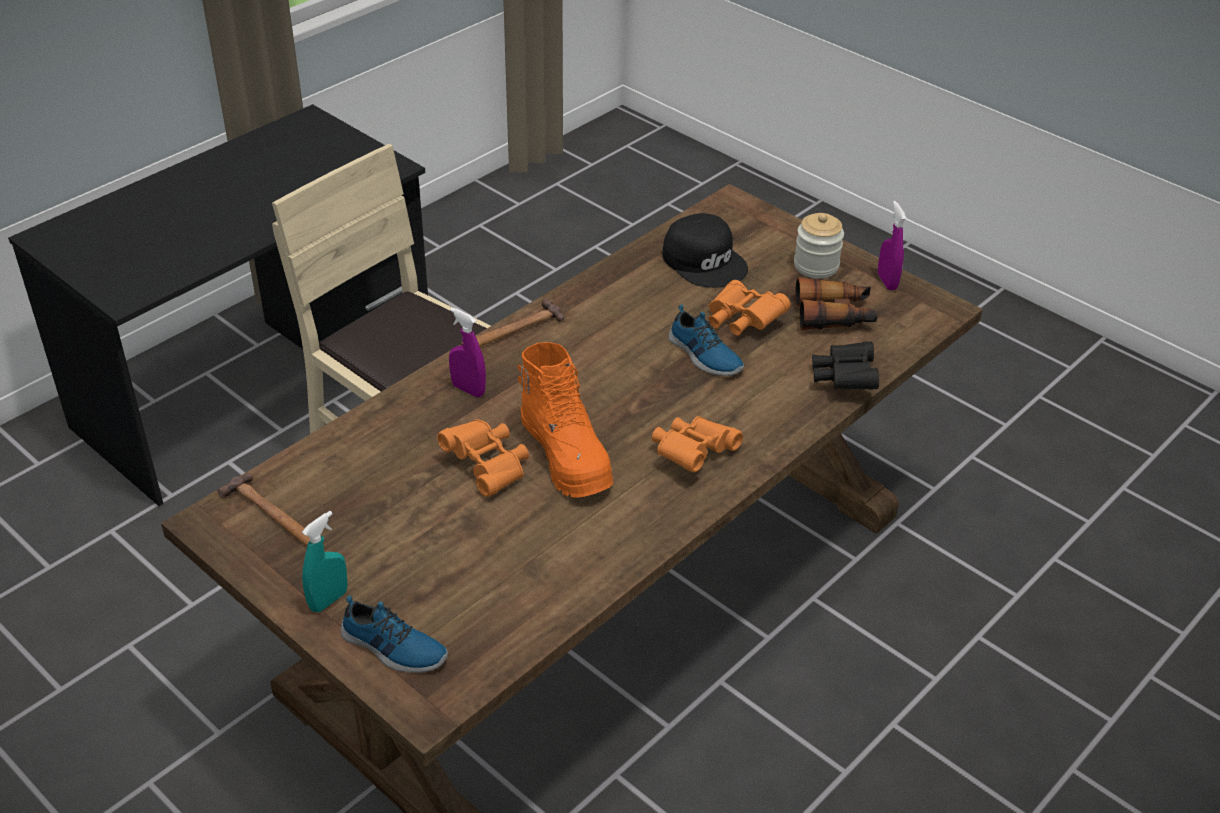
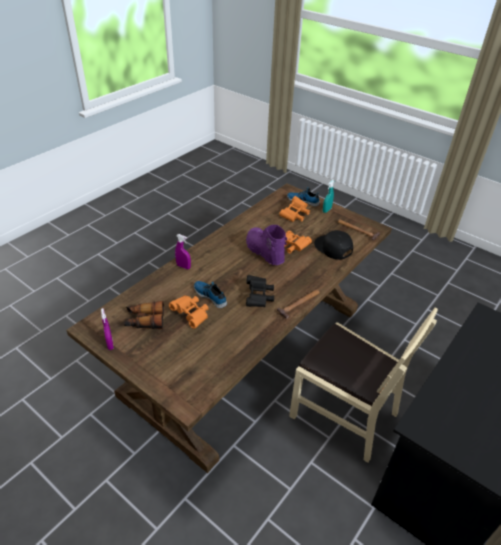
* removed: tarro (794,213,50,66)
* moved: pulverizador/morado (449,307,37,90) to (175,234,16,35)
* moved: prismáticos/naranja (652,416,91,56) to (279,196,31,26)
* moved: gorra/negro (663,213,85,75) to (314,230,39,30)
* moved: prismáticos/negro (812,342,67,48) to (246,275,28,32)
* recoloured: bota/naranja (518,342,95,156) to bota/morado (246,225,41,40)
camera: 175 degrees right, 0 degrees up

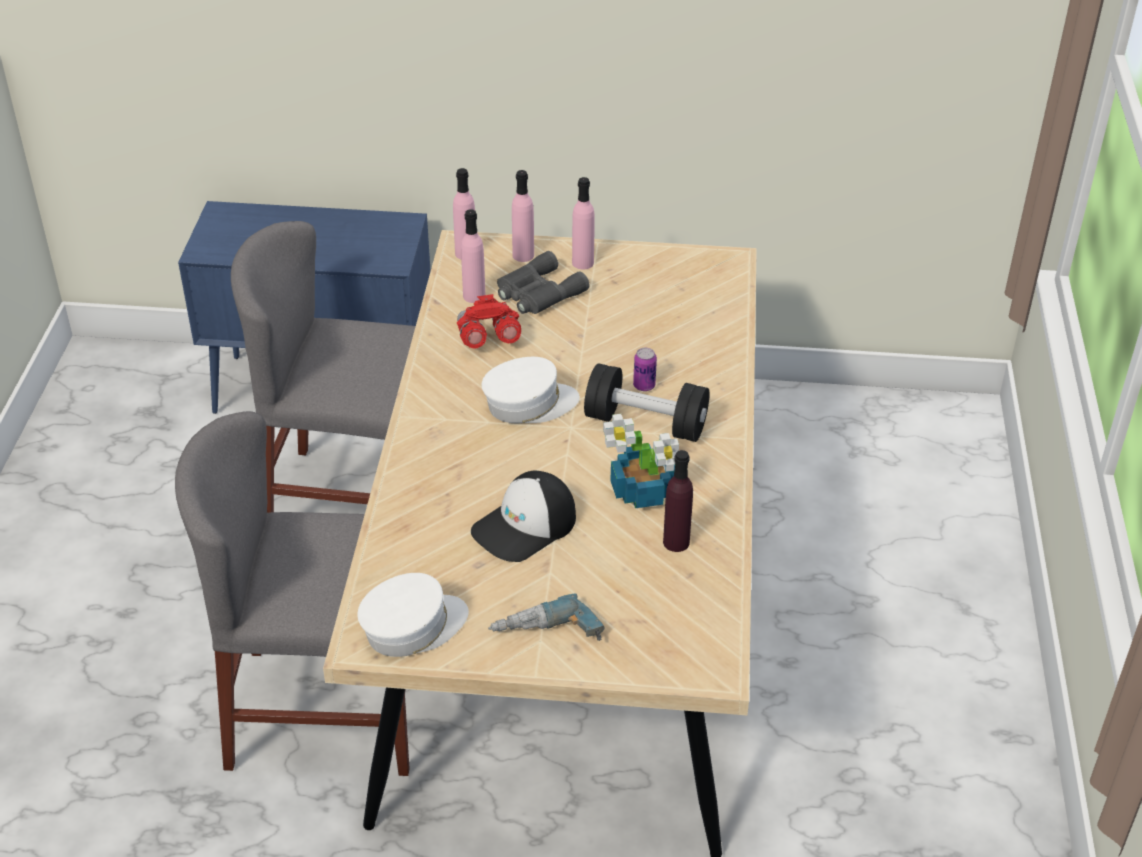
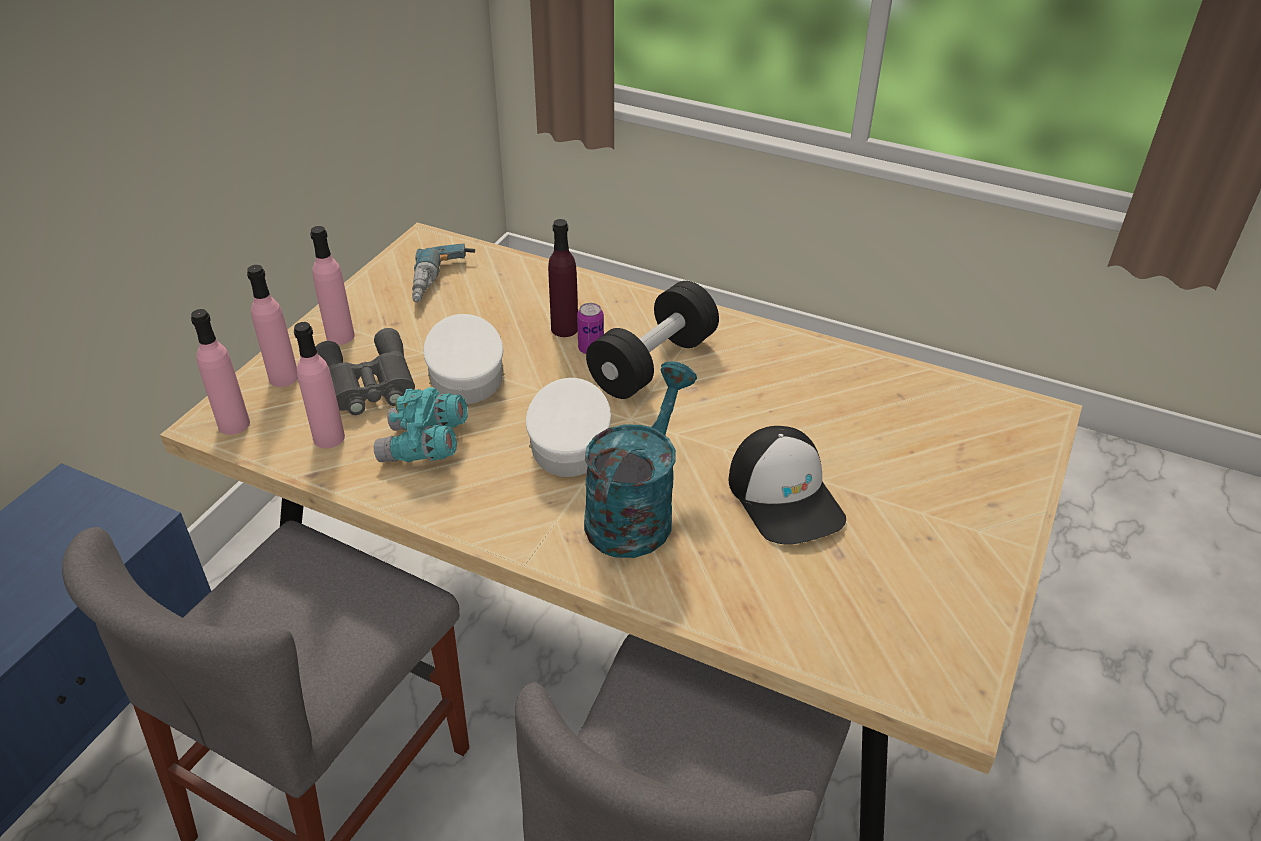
* removed: planta en maceta (603,414,76,94)
* added: regadera/turquesa (584,362,113,196)
* moved: gorra/blanco (357,573,112,84) to (423,314,81,90)
* moved: taladro (488,594,117,47) to (412,243,63,60)
* moved: botella/morado (663,450,30,102) to (548,219,30,118)
* recoloured: prismáticos/rojo (457,294,64,55) to prismáticos/turquesa (374,387,94,75)
camera: 70 degrees left, 0 degrees up

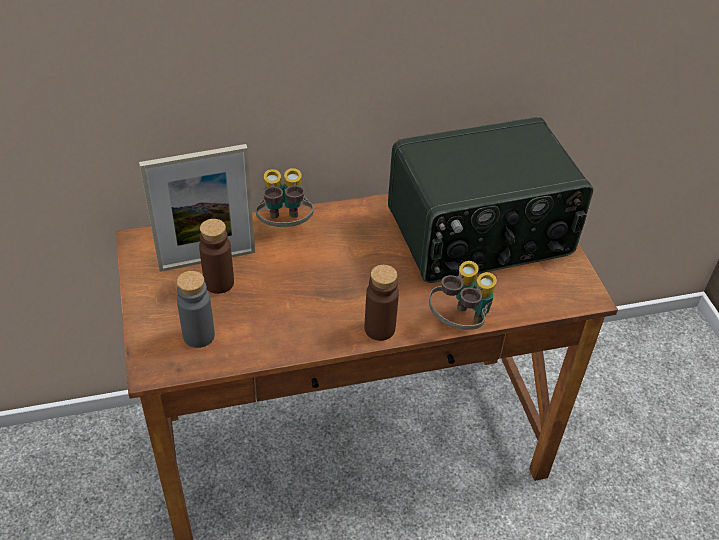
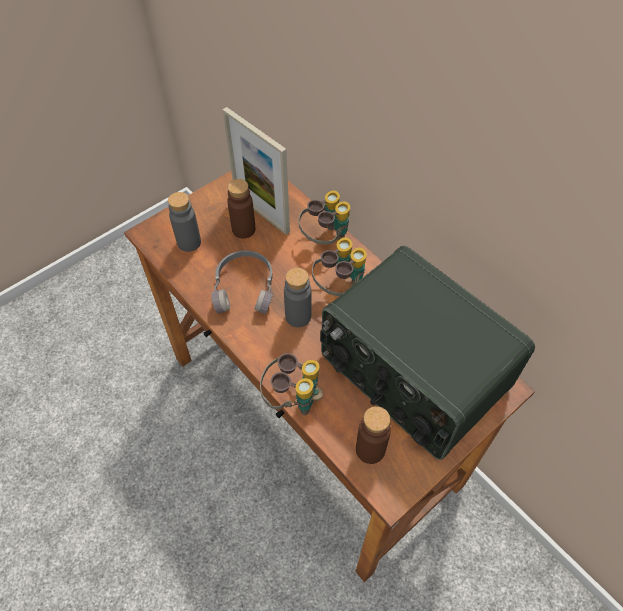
* added: auriculares/gris (211,250,62,64)
* added: botella/gris (284,268,28,59)
* added: prismáticos (312,237,55,59)
* moved: botella/marrón (364,265,35,76) to (356,406,35,58)
camera: 65 degrees right, 10 degrees up

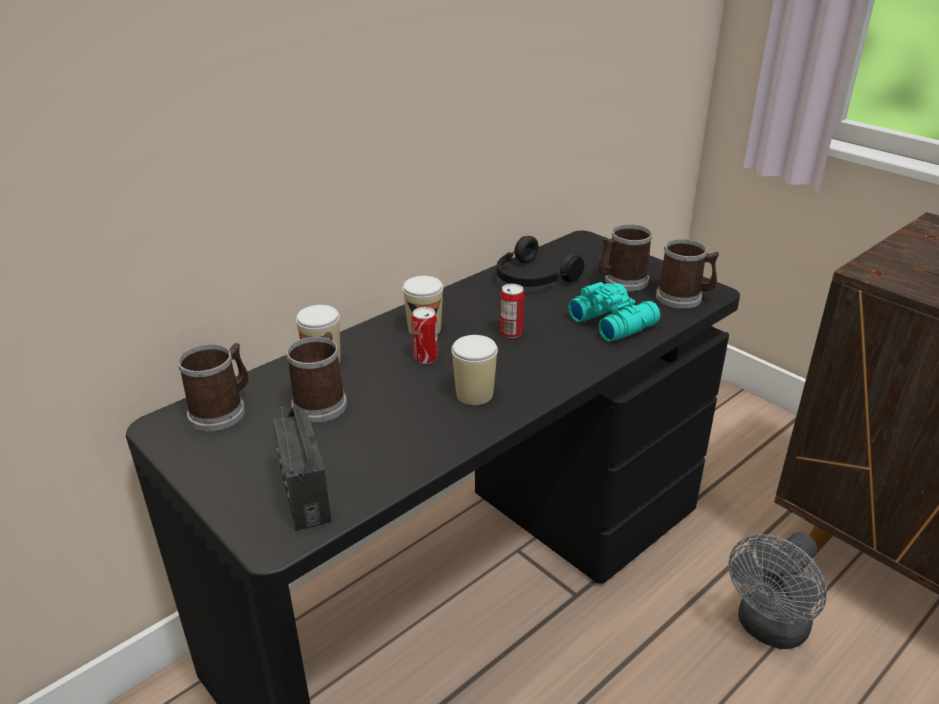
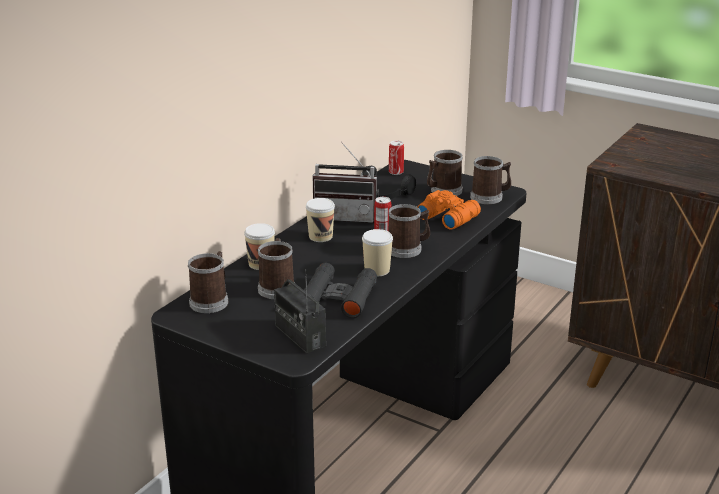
* removed: ventilador/gris (728,532,99,117)
* added: prismáticos/negro (303,263,74,55)
* added: radio (313,141,66,82)
* added: taza grande (388,204,42,54)
* moved: lata (411,307,27,57) to (389,141,15,34)
* recoloured: prismáticos/turquesa (568,282,92,60) to prismáticos/naranja (417,190,64,39)
camera: 15 degrees left, 5 degrees down

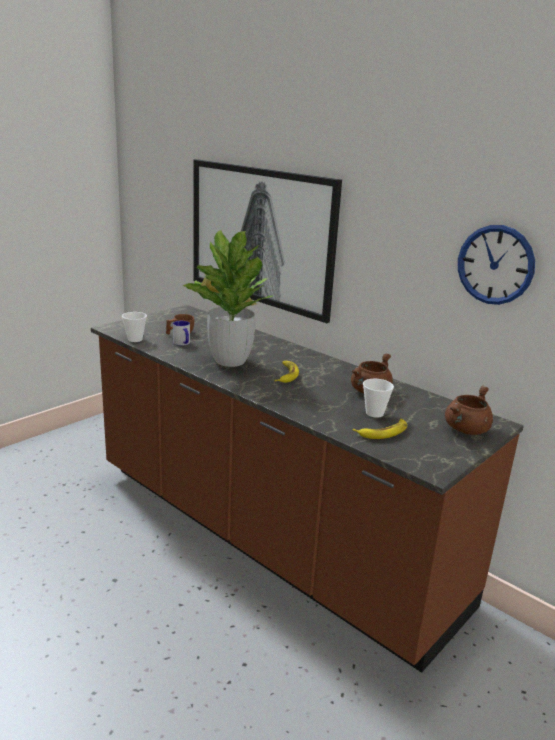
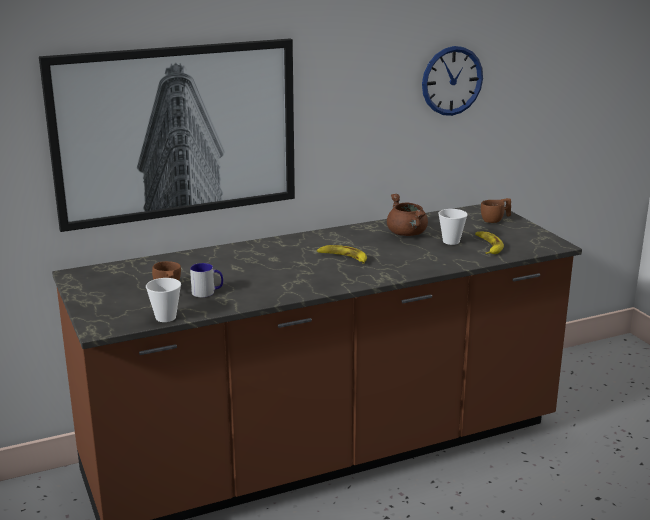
* removed: planta en maceta (183,230,90,137)
* replaced: olla/marrón (445,385,48,50) to taza/marrón (481,198,30,25)
camera: 65 degrees left, 0 degrees up

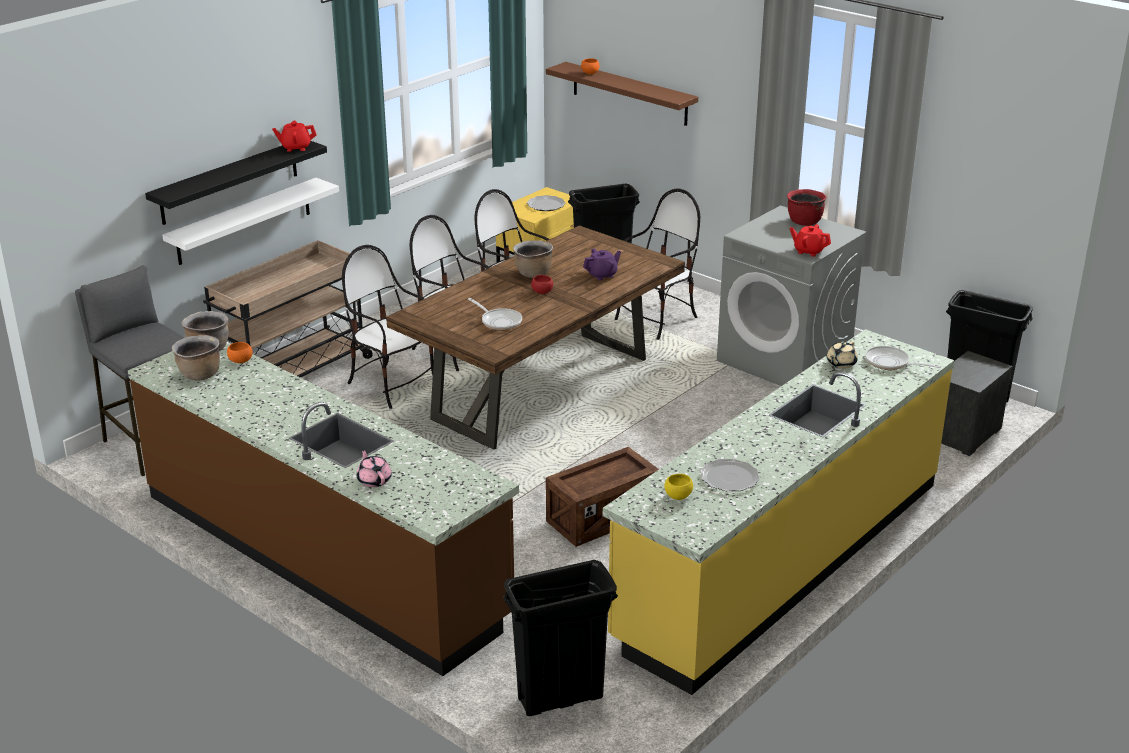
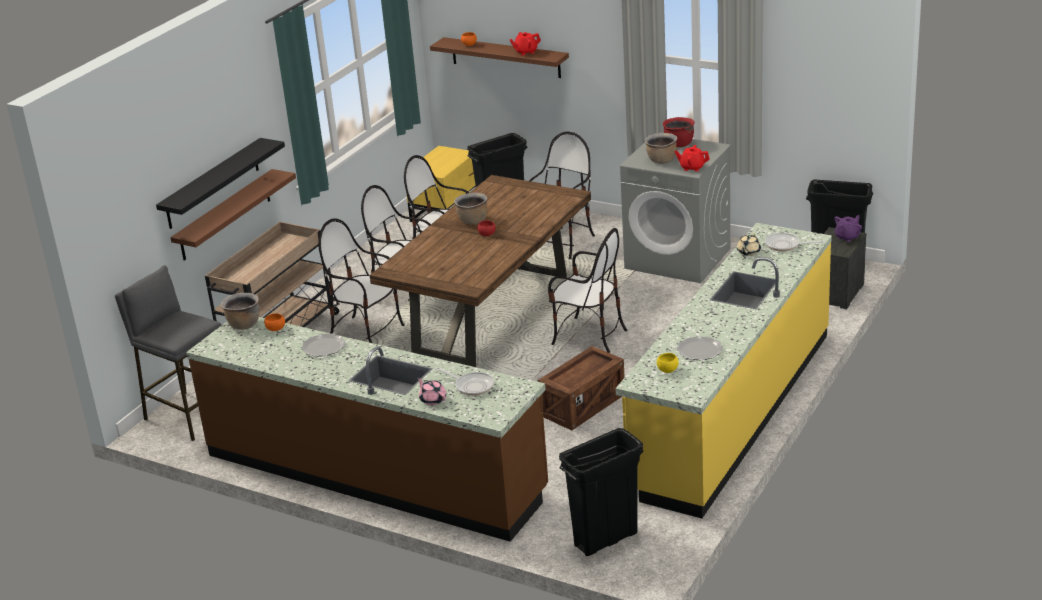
* added: silla (548,228,80,125)
* moved: olla/marrón (172,335,48,45) to (645,133,32,31)
* moved: tetera/rojo (272,121,44,31) to (510,32,31,24)
* moved: sartén (468,298,54,32) to (434,367,60,29)
* moved: plato (527,195,39,16) to (301,333,44,24)
* moved: tetera/morado (583,248,38,32) to (834,215,28,27)
* recoloured: estante/blanco (162,178,177,87) to estante/marrón (170,169,126,92)
camera: 10 degrees left, 0 degrees up

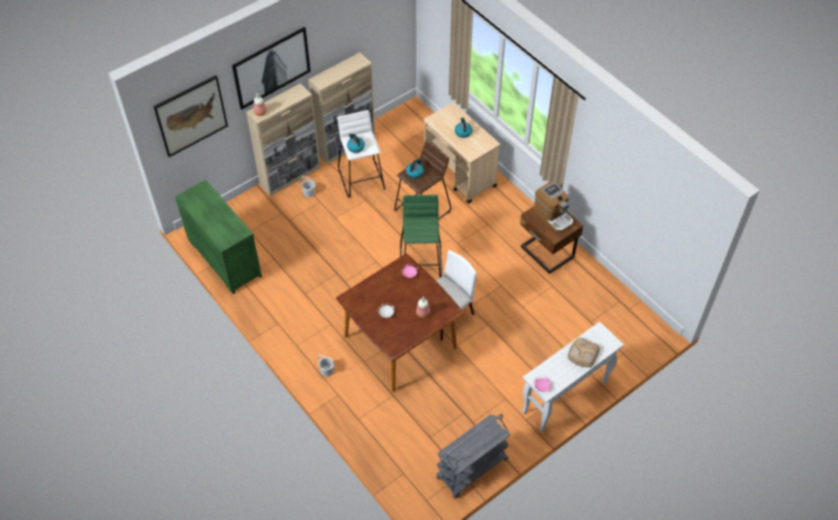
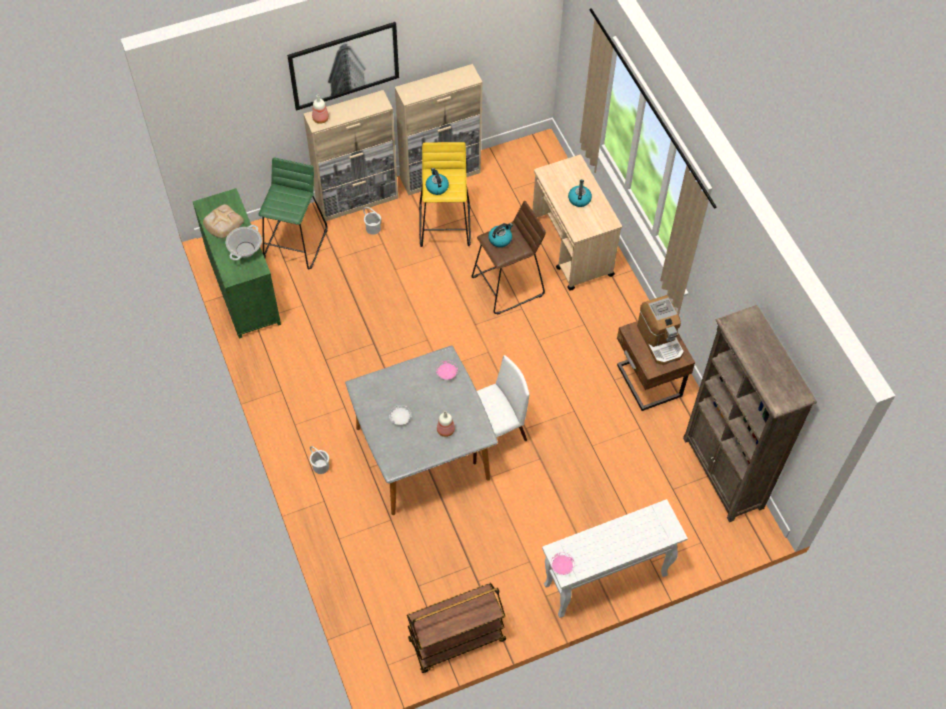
* removed: cuadro (153,75,75,82)
* added: olla (226,225,36,36)
* added: estantería/marrón (683,305,134,217)
* moved: taburete/verde (400,195,42,83) to (259,157,69,113)
* moved: pan (567,338,33,30) to (203,204,41,34)
* recoloured: mesa de comedor/marrón (336,254,128,138) to mesa de comedor/gris (345,345,153,170)
* recoloured: taburete/blanco (338,110,47,88) to taburete/amarillo (419,142,52,105)
* recoloured: carrito/gris (436,414,74,85) to carrito/marrón (407,583,99,90)
camera: 15 degrees right, 5 degrees up

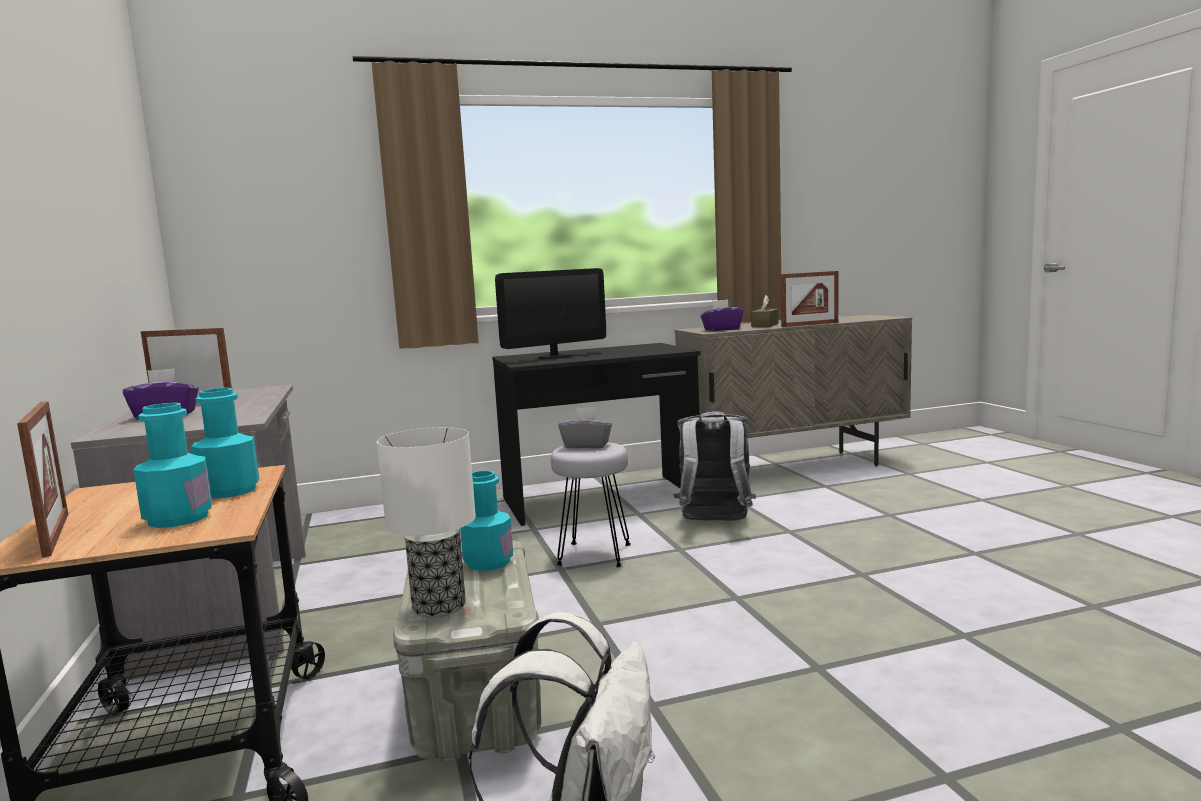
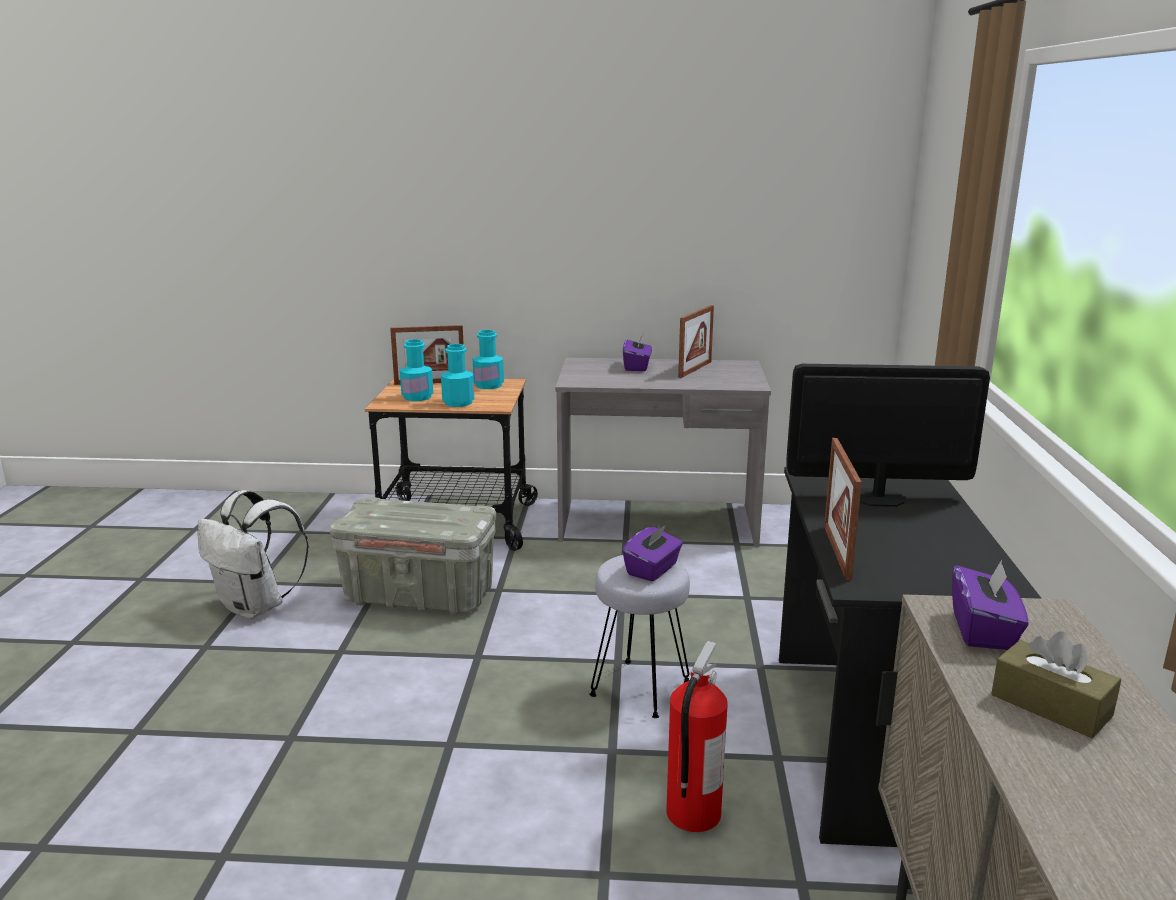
* removed: lámpara de mesa (377,427,99,191)
* moved: botella/turquesa (460,470,53,101) to (473,330,31,59)
* moved: portarretratos (781,271,57,56) to (824,438,38,142)
* replaced: mochila/gris (673,411,83,110) to extintor (666,641,62,191)
* recoloured: caja de pañuelos/gris (558,407,54,41) to caja de pañuelos/morado (622,524,61,58)
* turned: monitor (495,268,111,91) = (787,364,203,143) 105 degrees clockwise
camera: 110 degrees right, 10 degrees up

